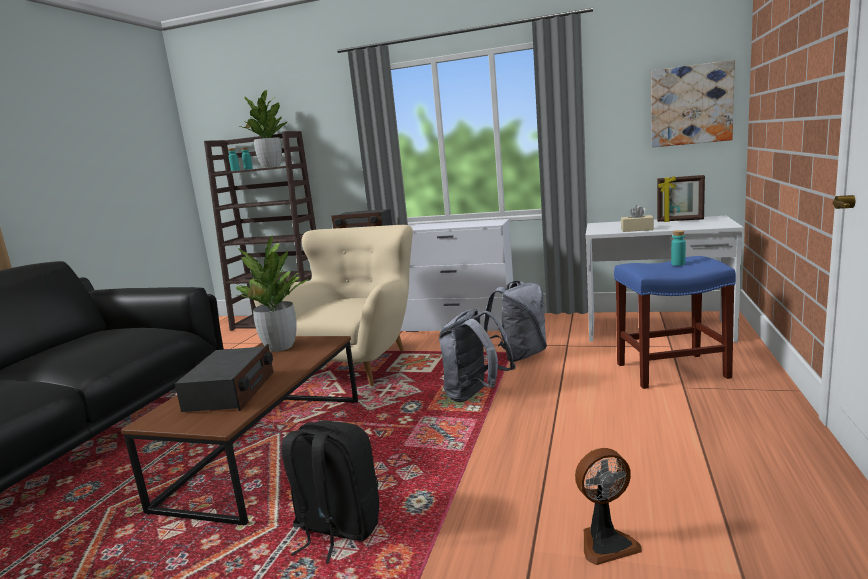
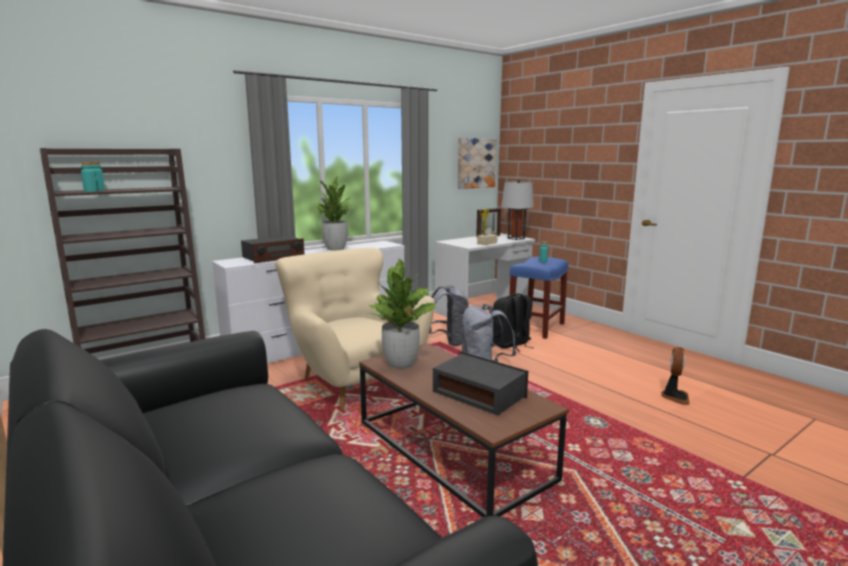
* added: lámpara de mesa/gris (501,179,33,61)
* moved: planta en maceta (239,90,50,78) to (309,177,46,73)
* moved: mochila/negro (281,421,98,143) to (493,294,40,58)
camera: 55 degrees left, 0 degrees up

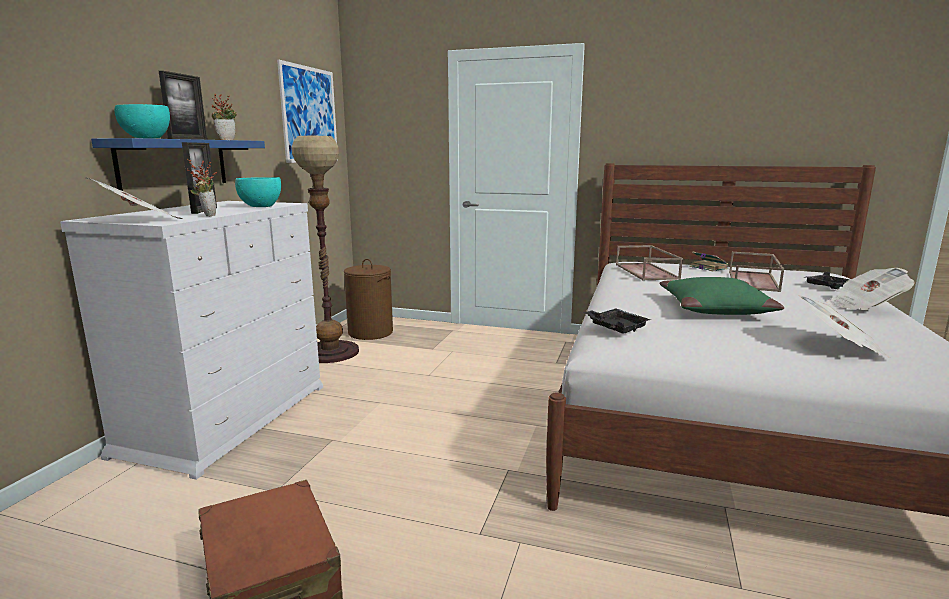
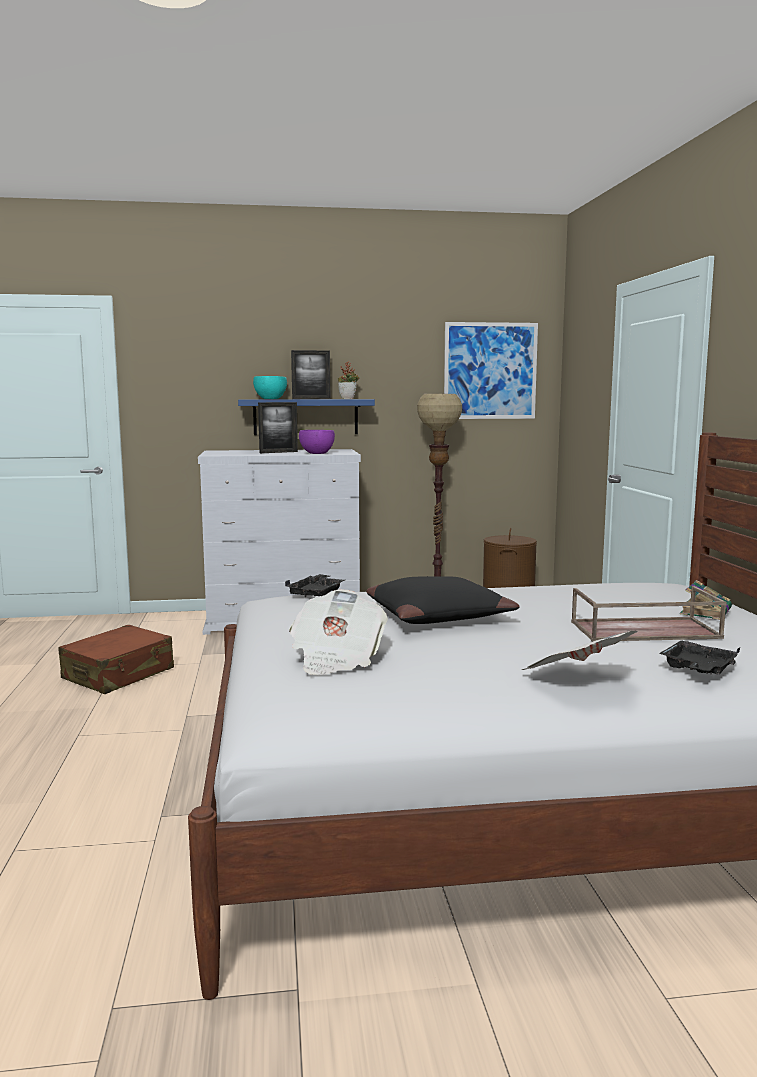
* removed: periódico (86,178,97,41)
* removed: planta en maceta (187,159,30,57)
* removed: bandeja/marrón (616,245,67,36)
* recoloured: cuenco/turquesa (235,177,46,30) to cuenco/morado (299,430,36,24)
* recoloured: cojín/verde (659,277,125,38) to cojín/negro (366,576,154,48)
camera: 65 degrees right, 5 degrees down

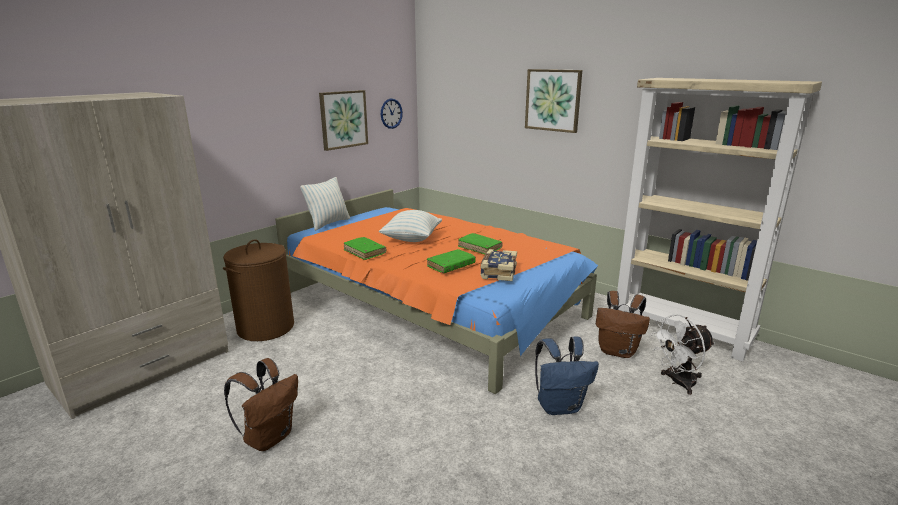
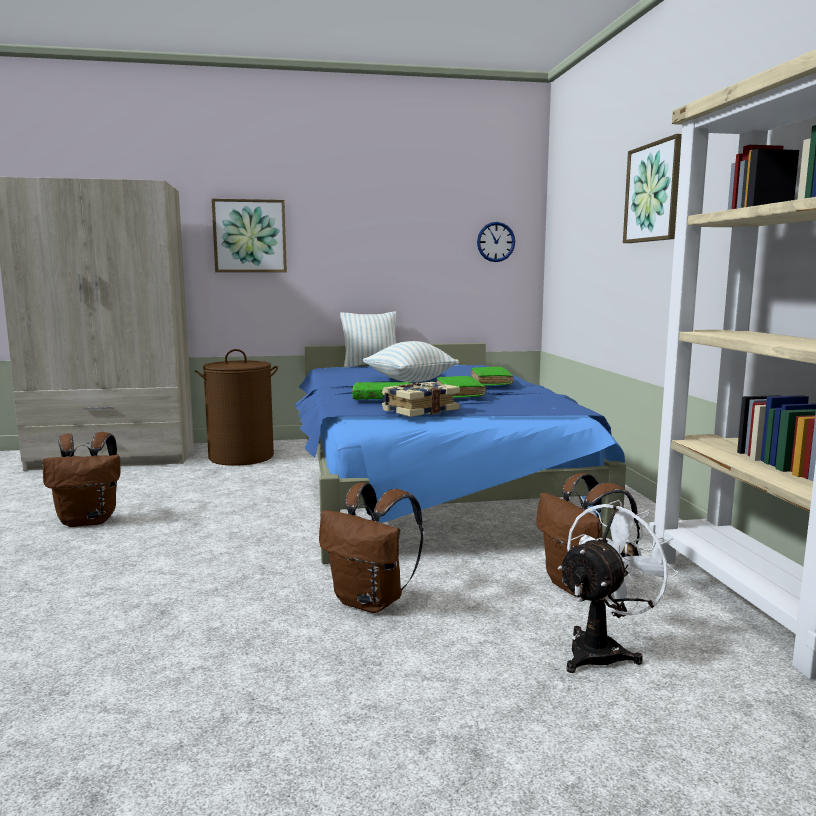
* moved: cuadro (319,90,49,61) to (211,199,76,73)
* moved: libro/verde (344,237,42,23) to (471,367,43,19)
* recoloured: cama/naranja (275,189,323,205) to cama/azul (295,343,331,221)
* recoloured: mochila/azul (535,336,64,79) to mochila/marrón (319,482,104,131)
* turned: ventilador/blanco (651,314,64,81) = (558,500,121,173) 120 degrees clockwise
camera: 40 degrees right, 10 degrees down

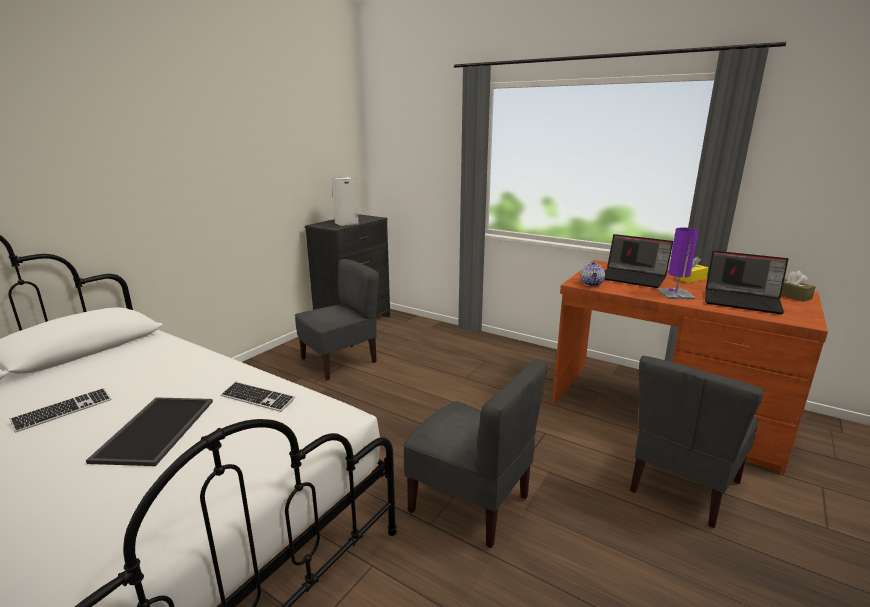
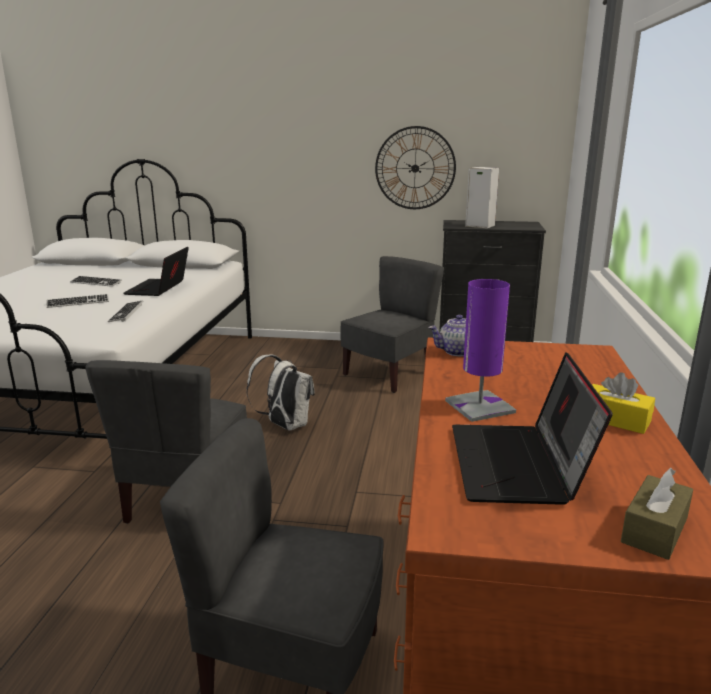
* added: mochila/blanco (246,355,69,76)
* added: reloj de pared (375,126,81,83)
* moved: portátil (604,234,69,54) to (124,246,65,50)
* replaced: bandeja (86,397,127,69) to teclado (46,294,63,14)
* turned: silla/gris (295,259,84,121) = (340,256,104,137) 75 degrees counterclockwise
camera: 65 degrees right, 0 degrees up

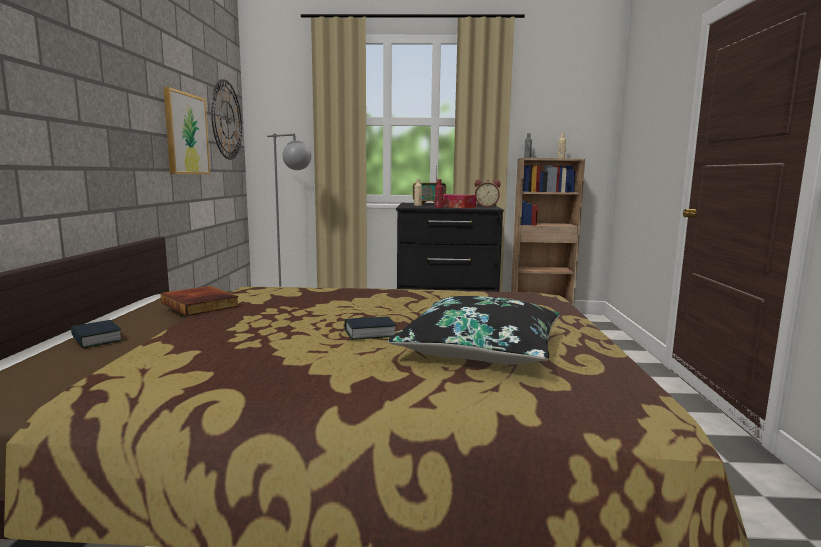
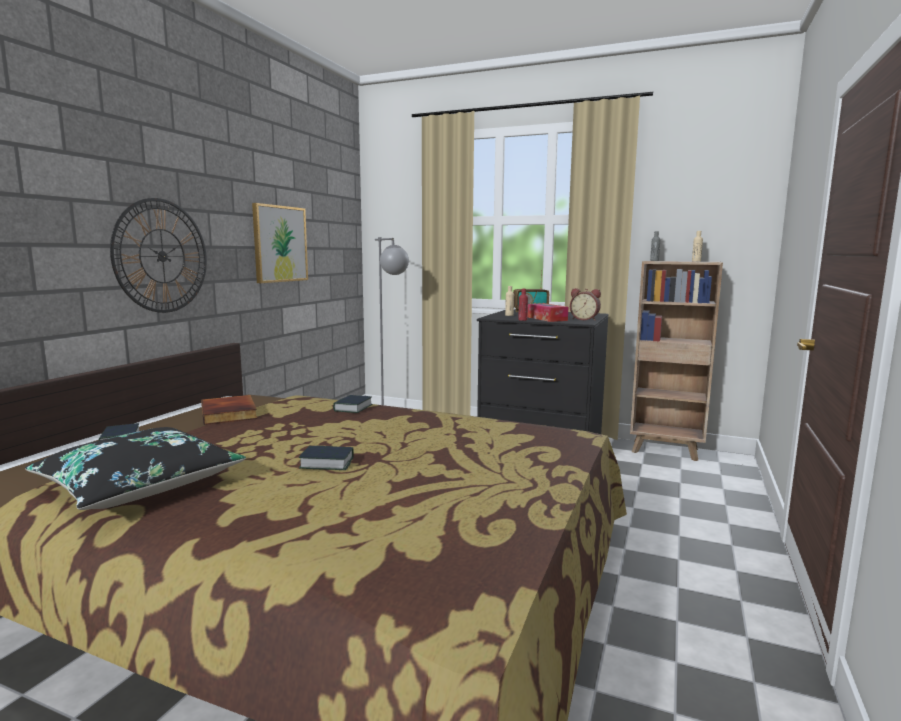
* added: libro (333,395,40,18)
* moved: reloj de pared (211,79,31,81) to (110,198,97,115)
* moved: cojín/negro (388,296,172,69) to (25,427,221,83)
camera: 20 degrees right, 0 degrees up

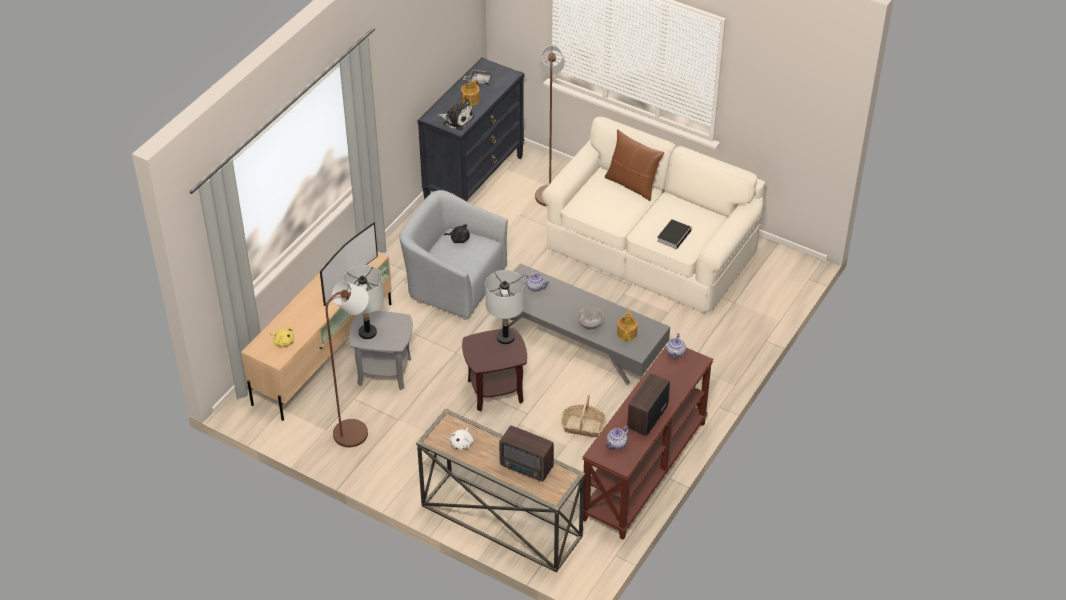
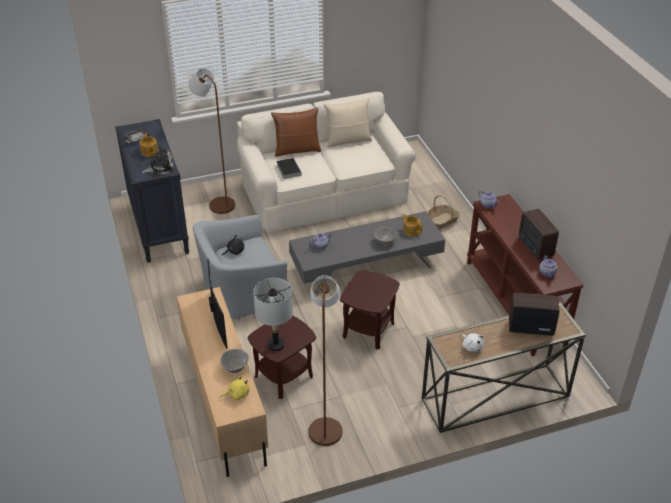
* removed: lámpara de mesa/gris (485,270,40,74)
* added: cuenco/gris (220,349,29,24)
* added: cojín/beis (323,98,49,50)
* moved: cesta (561,394,45,43) to (427,195,34,35)
* moved: libro (657,219,35,31) to (276,158,26,21)
* recoloured: mesa auxiliar/gris (349,311,64,79) to mesa auxiliar/marrón (248,315,68,84)
* turned: radio (499,425,55,57) = (509,293,50,43) 150 degrees counterclockwise
camera: 50 degrees left, 5 degrees down

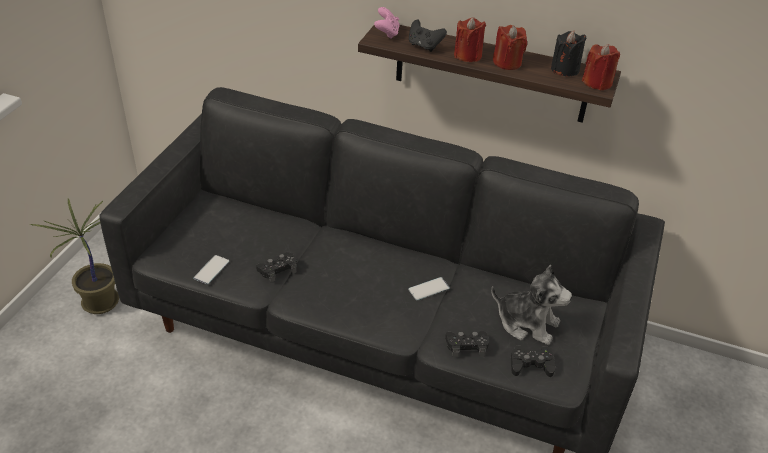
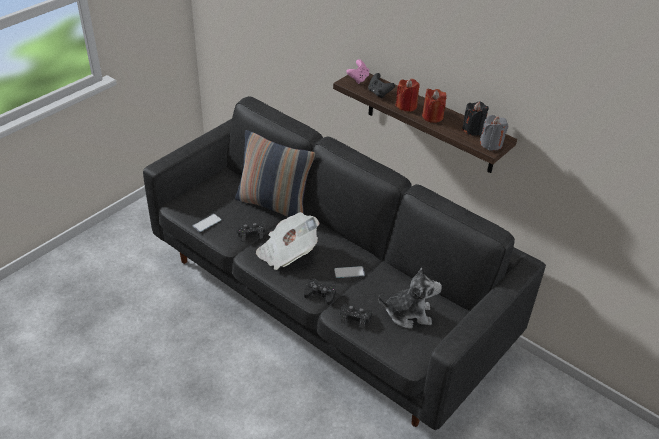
* removed: planta en maceta (30,199,89,115)
* added: cojín (235,130,80,87)
* added: periódico (256,212,64,58)
* moved: mando de consola/negro (511,345,44,32) to (304,279,32,26)
* recoloured: vela/rojo (582,44,38,46) to vela/gris (480,115,28,36)
* turned: peluche (491,265,81,80) = (378,268,64,61) 45 degrees counterclockwise
camera: 20 degrees right, 0 degrees up

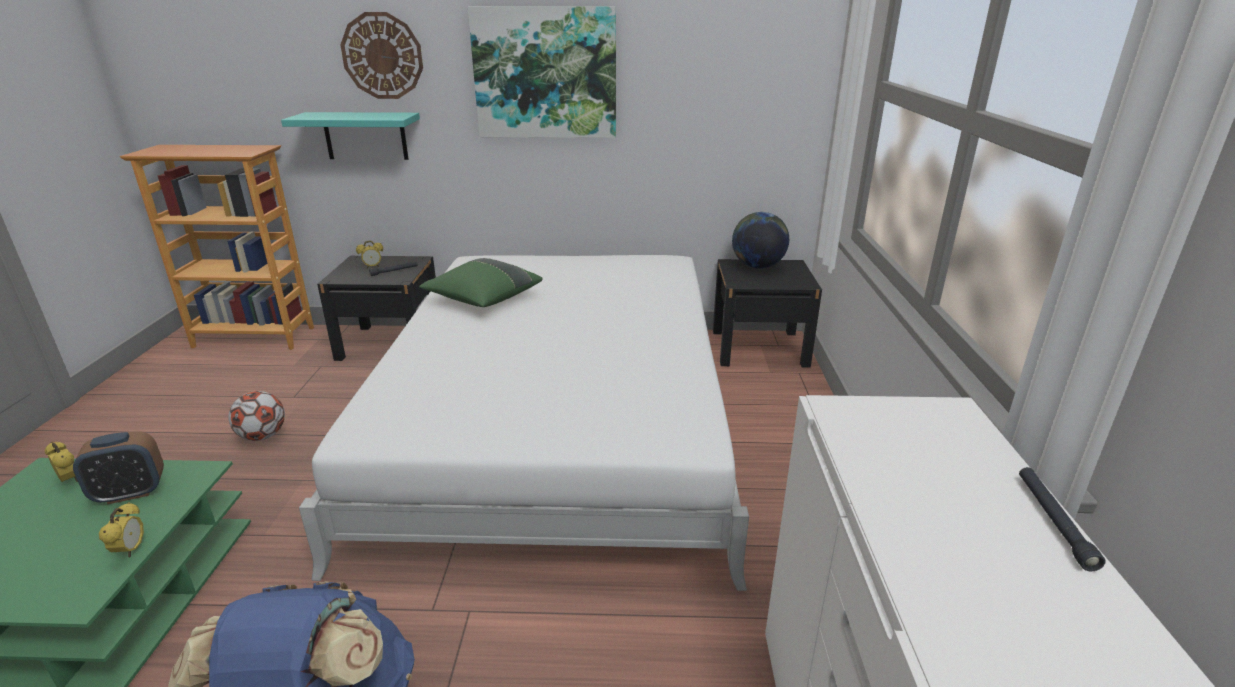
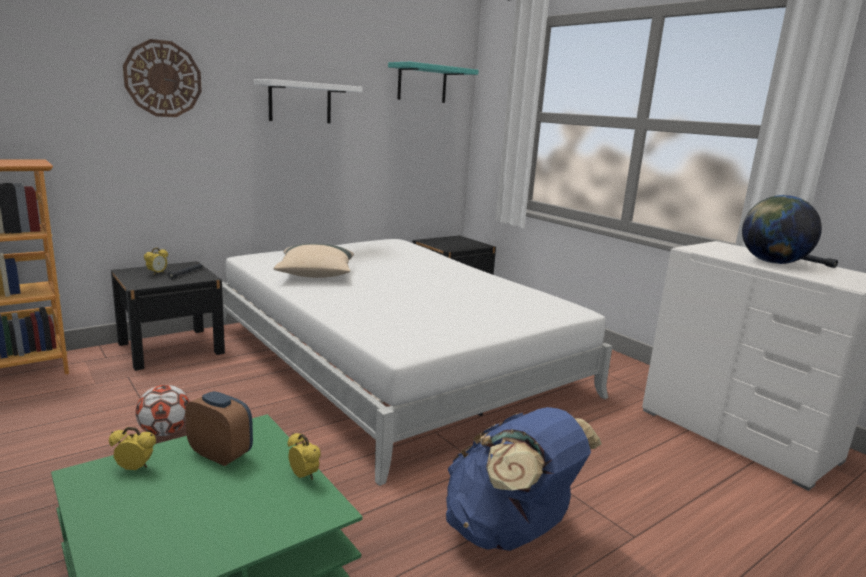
* moved: estante/turquesa (281,112,139,48) to (388,62,91,41)
* moved: globo terráqueo (732,212,57,56) to (742,195,80,69)
* replaced: cuadro (468,6,148,132) to estante/blanco (254,79,109,44)
* recoloured: cojín/verde (419,258,124,49) to cojín/beis (274,243,80,35)
* turned: despertador (73,431,91,73) = (185,391,68,75) 90 degrees counterclockwise
camera: 40 degrees left, 10 degrees down

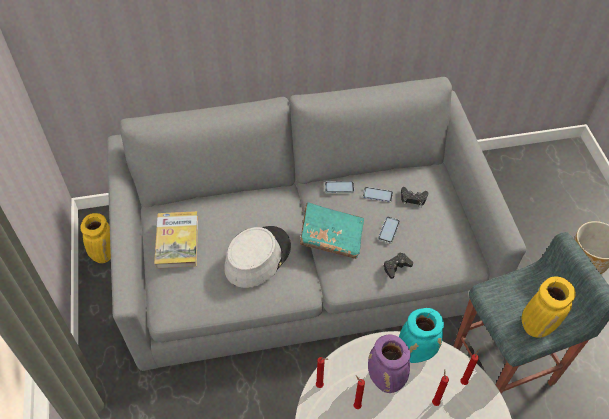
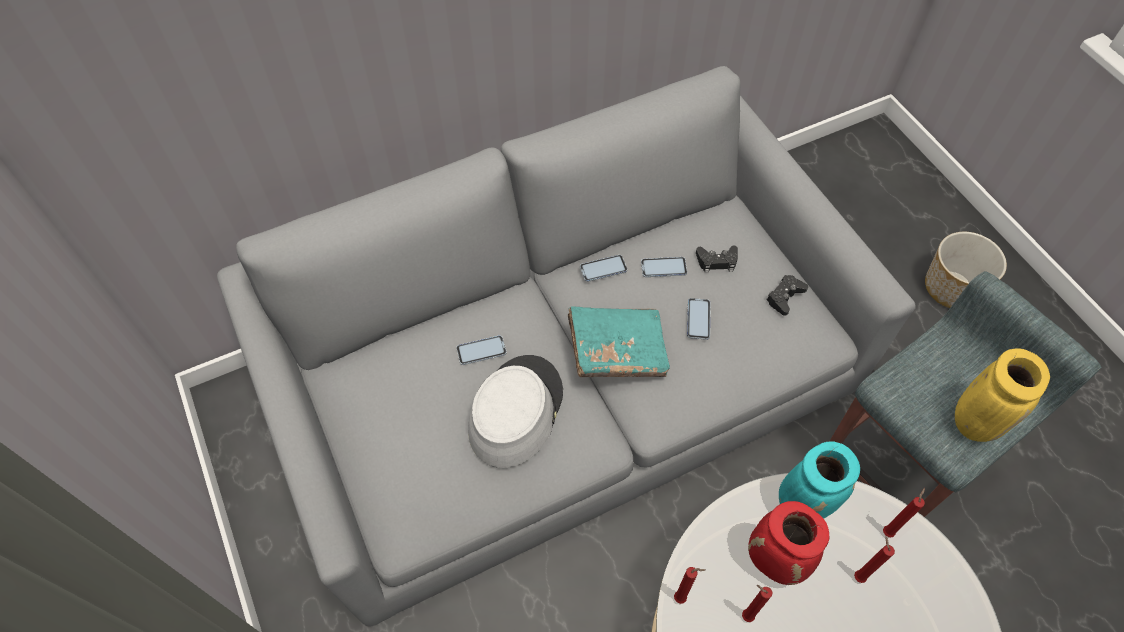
* removed: florero/amarillo (80,213,31,50)
* removed: libro (154,211,44,58)
* added: móvil (456,335,51,30)
* moved: mando de consola/negro (383,252,30,27) to (766,275,42,41)
* recoloured: florero/morado (368,334,42,59) to florero/rojo (748,501,81,84)
camera: 15 degrees left, 5 degrees up

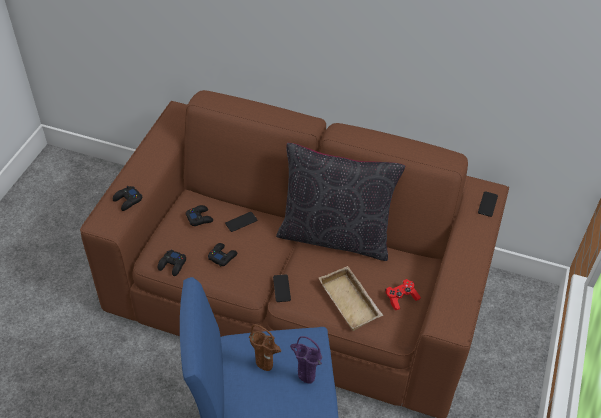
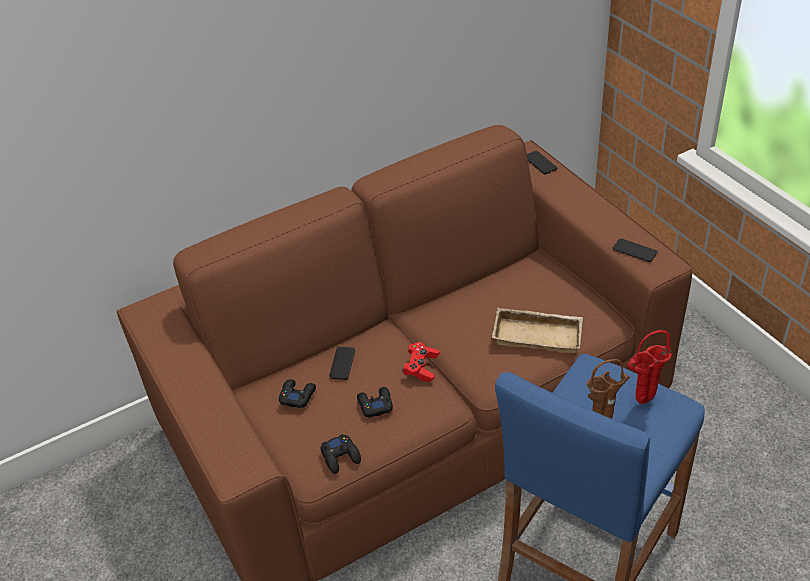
* removed: mando de consola/negro (113,186,30,25)
* removed: cojín/negro (276,143,129,118)
* moved: móvil (273,274,18,28) to (613,238,45,24)
* moved: mando de consola/rojo (385,279,36,32) to (402,342,37,40)
* recoloured: florero/morado (290,336,33,48) to florero/rojo (627,330,45,74)
camera: 45 degrees left, 5 degrees down

